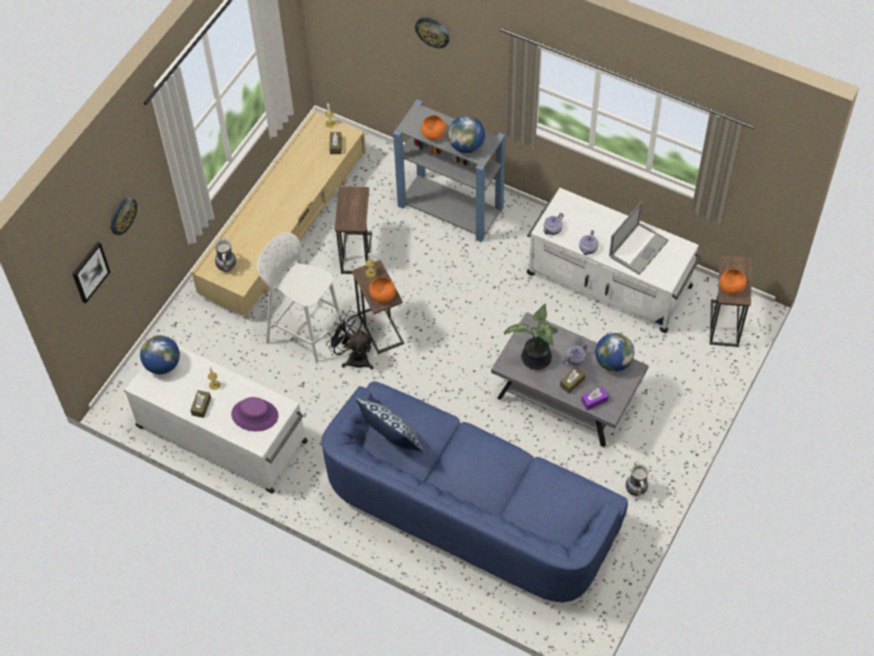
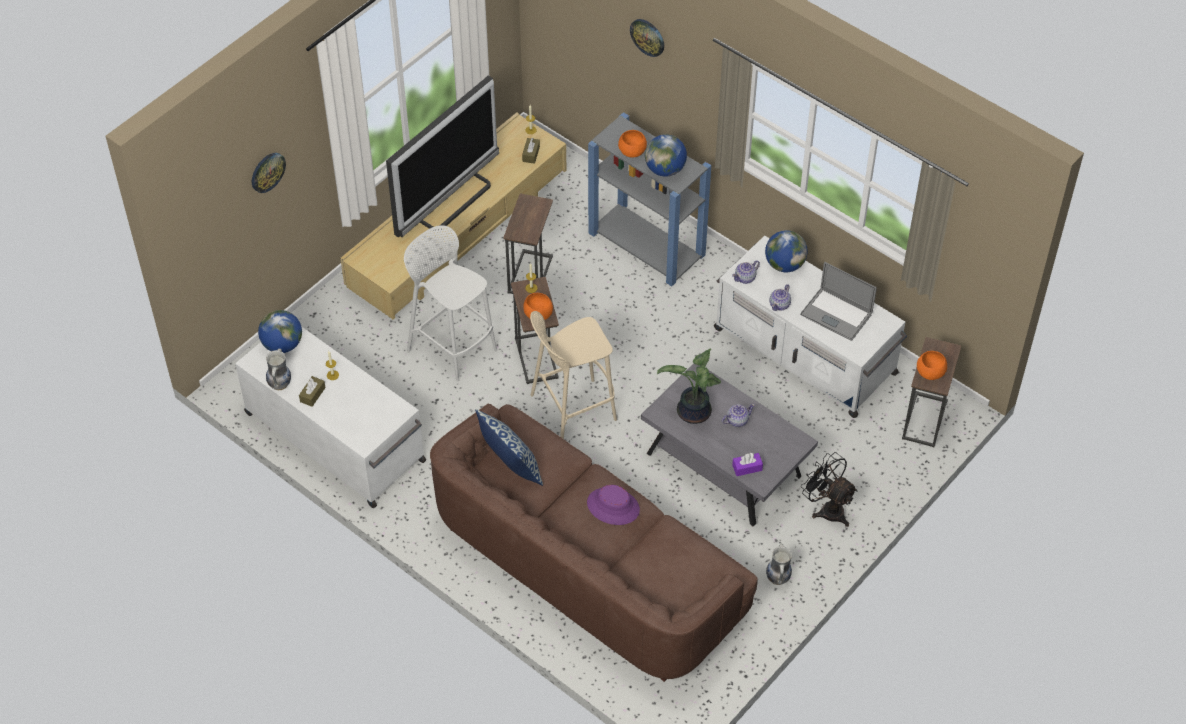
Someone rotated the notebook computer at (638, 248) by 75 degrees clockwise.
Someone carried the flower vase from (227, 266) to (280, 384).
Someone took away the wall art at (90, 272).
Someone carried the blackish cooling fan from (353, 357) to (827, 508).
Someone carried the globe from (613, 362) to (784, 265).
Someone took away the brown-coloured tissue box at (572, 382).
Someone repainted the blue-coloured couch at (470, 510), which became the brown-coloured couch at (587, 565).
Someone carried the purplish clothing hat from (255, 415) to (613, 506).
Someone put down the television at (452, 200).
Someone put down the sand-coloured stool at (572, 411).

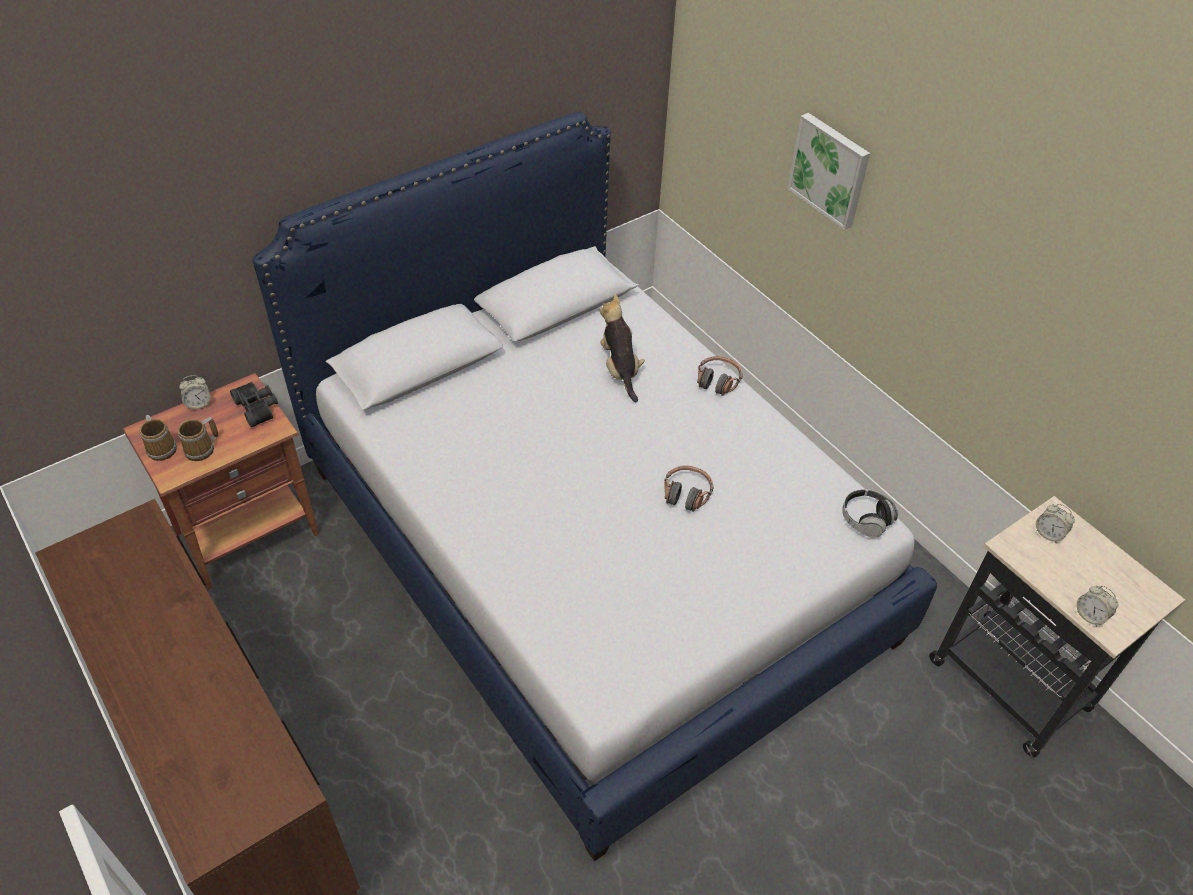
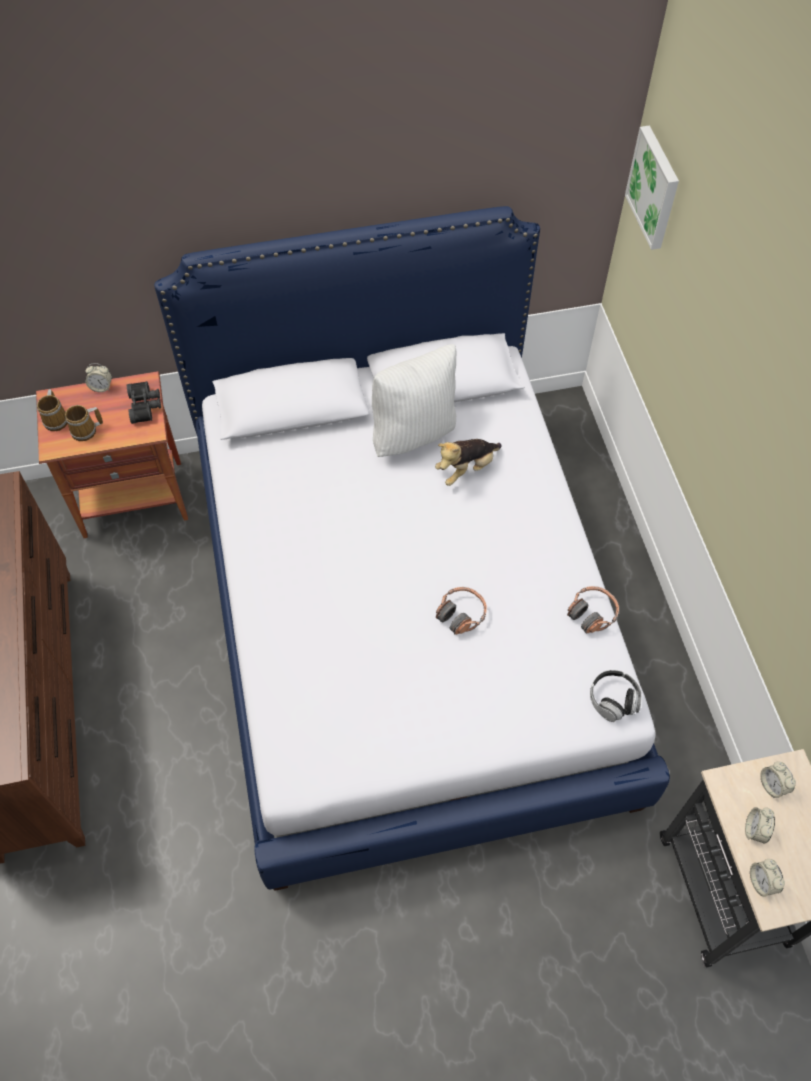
Someone carried the wall art from (830, 170) to (655, 187).
Someone rotated the cuddly toy at (620, 369) by 135 degrees counterclockwise.
Someone carried the pair of headphones from (718, 381) to (592, 613).
Someone put down the white-coloured pillow at (414, 432).
Someone put down the bedside clock at (755, 830).

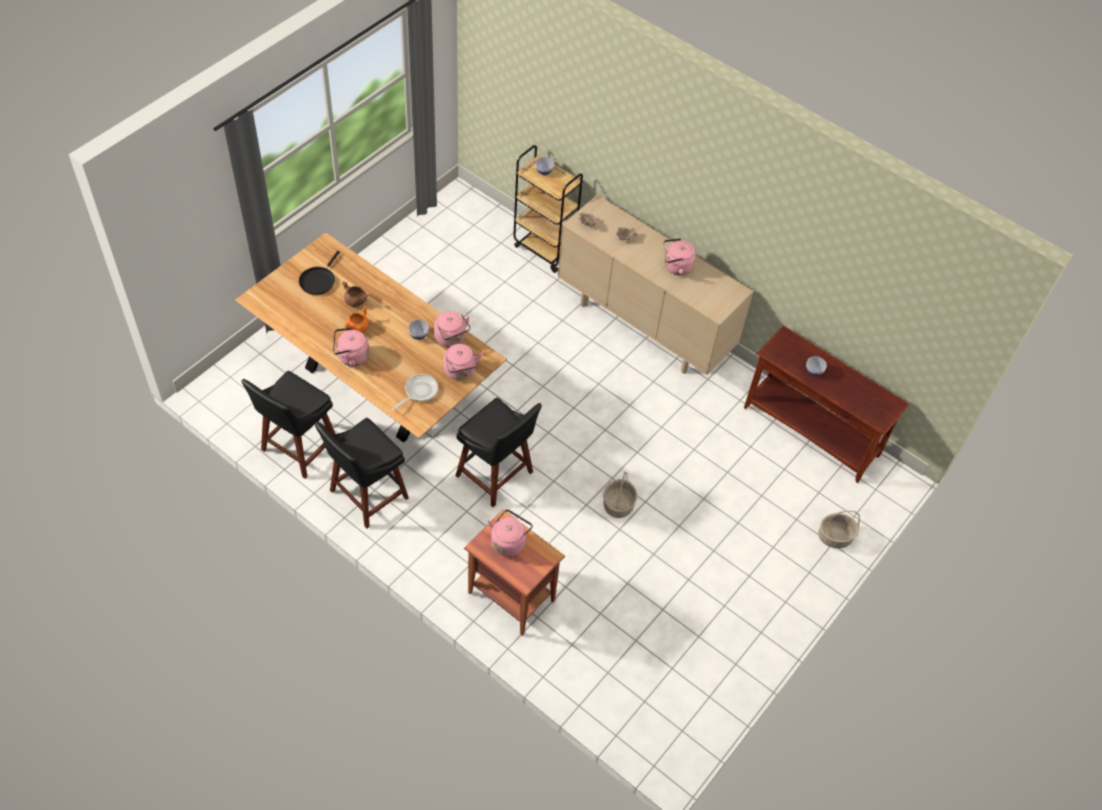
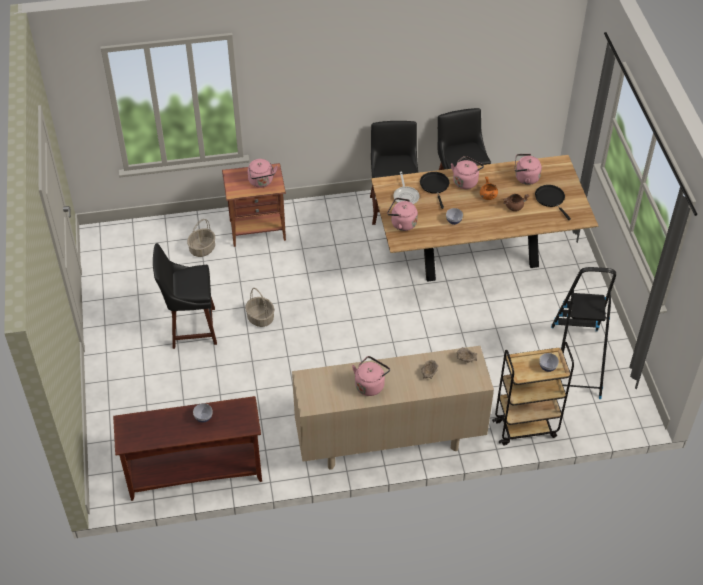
Someone carried the pink tea kettle from (451, 339) to (525, 178).
Someone carried the blackish upright chair from (497, 476) to (190, 327).
Someone carried the storage basket from (834, 537) to (202, 248).
Someone put down the blackish skillet at (435, 186).
Someone put down the blackish step stool at (575, 360).

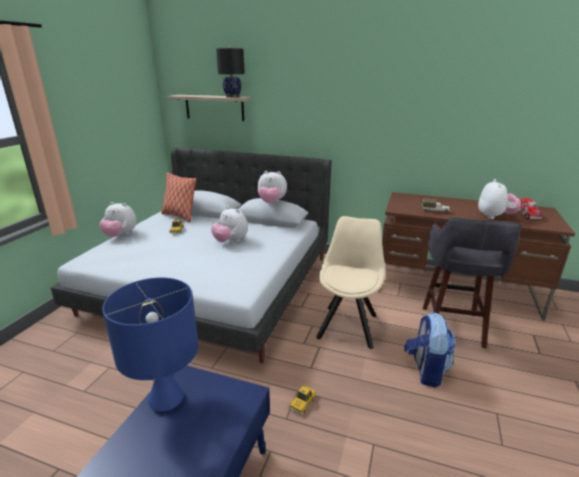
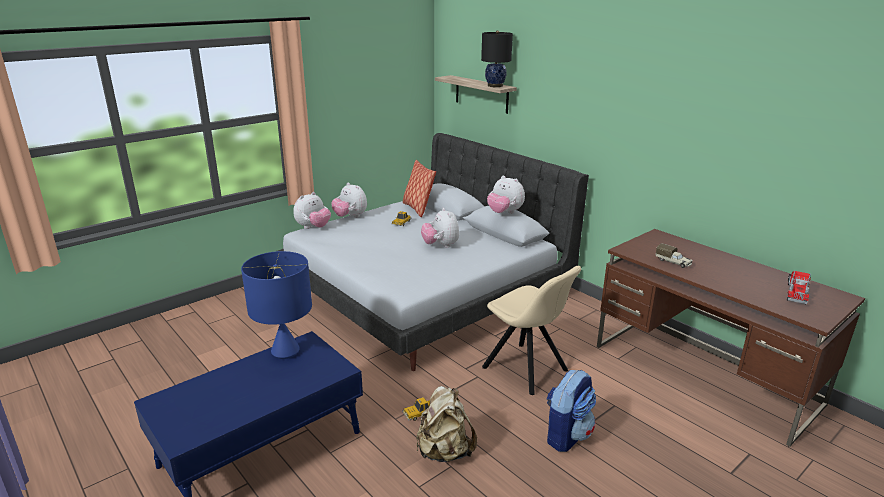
Someone carried the cuddly toy from (494, 217) to (313, 227).
Someone rotated the sand-coloured upright chair at (348, 326) by 90 degrees clockwise.
Someone took away the greyish stool at (451, 329).
Someone put down the sand-coloured knapsack at (444, 451).

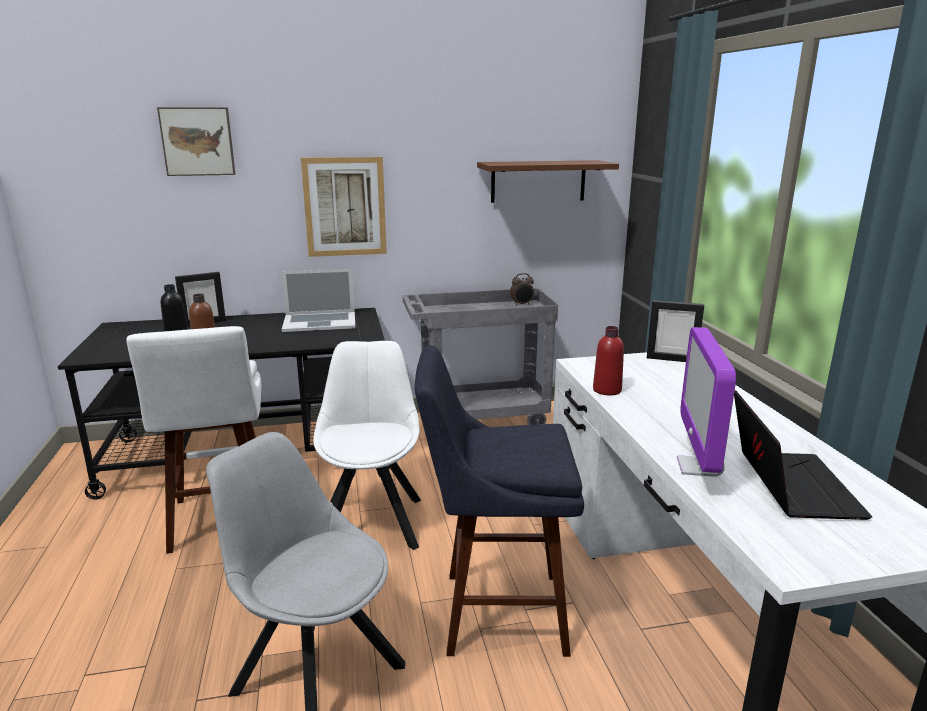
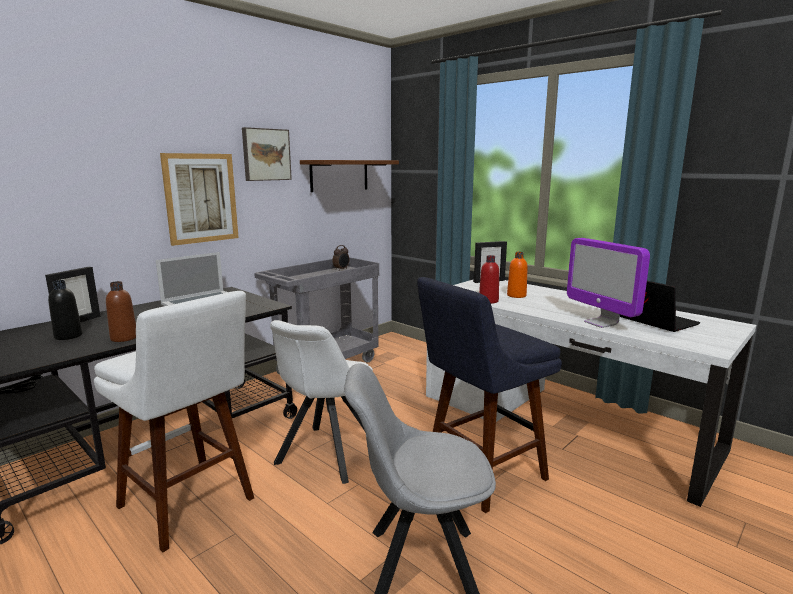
Someone carried the wall art from (198, 141) to (266, 154).
Someone rotated the white-coloured upright chair at (372, 521) by 120 degrees counterclockwise.
Someone put down the orangey beverage bottle at (516, 295).

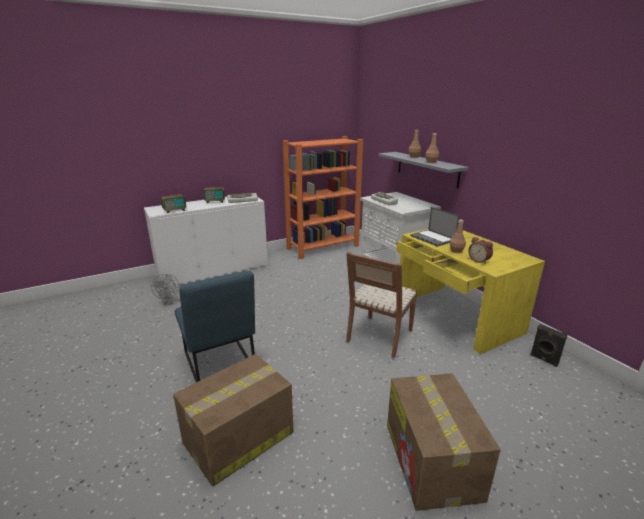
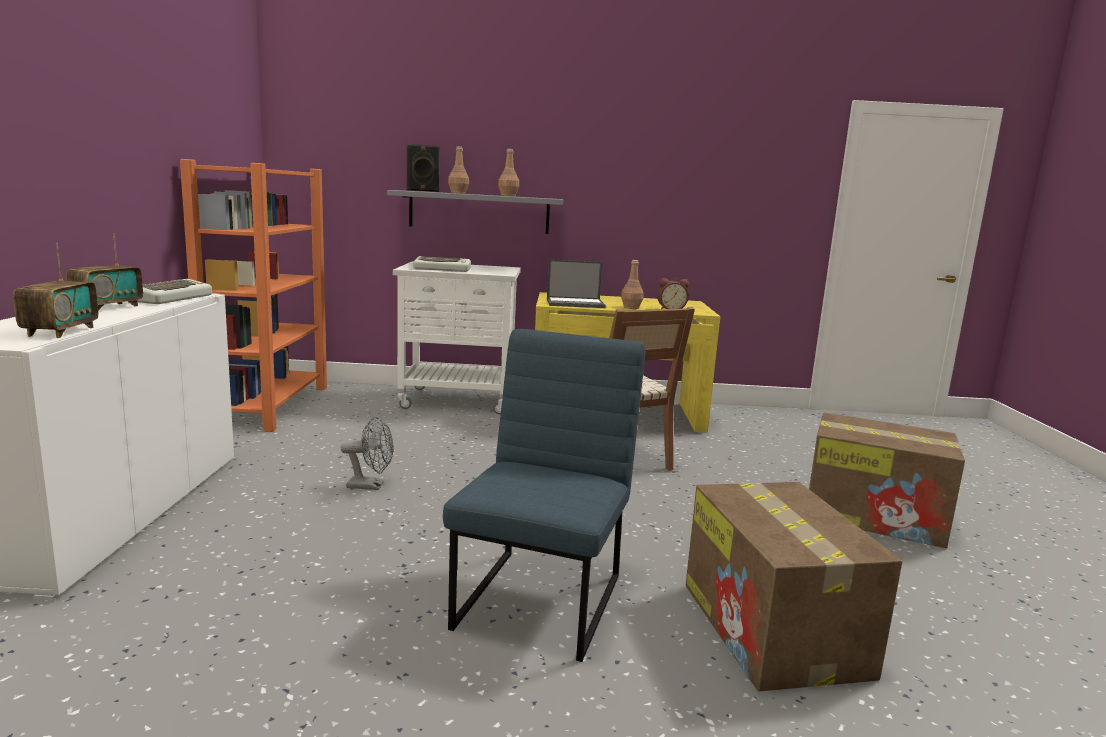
Someone rotated the blue-coloured upright chair at (219, 364) by 75 degrees counterclockwise.
Someone carried the greyish cooling fan from (168, 302) to (371, 486).
Someone carried the blackish loudspeaker from (543, 360) to (422, 191).

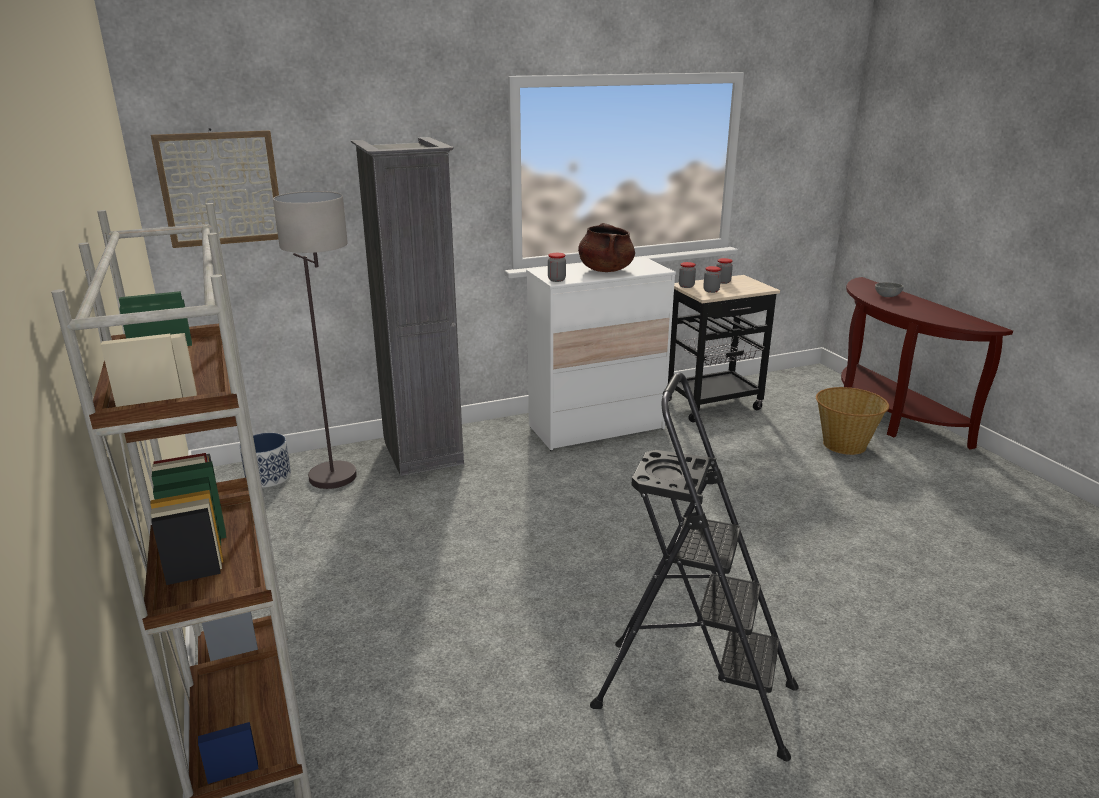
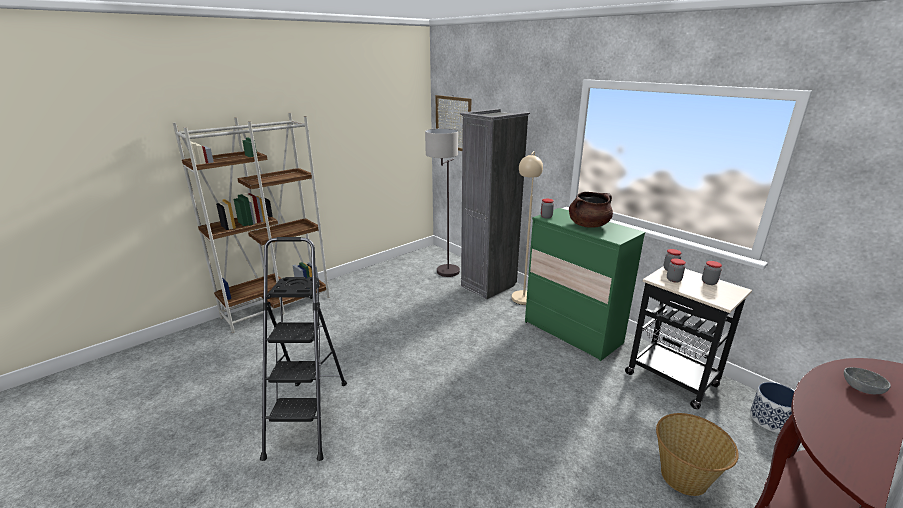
Someone repainted the white-coloured chest of drawers at (596, 428), which became the green chest of drawers at (572, 332).
Someone carried the flower pot from (269, 477) to (770, 420).
Someone put down the sand-coloured standing lamp at (522, 302).

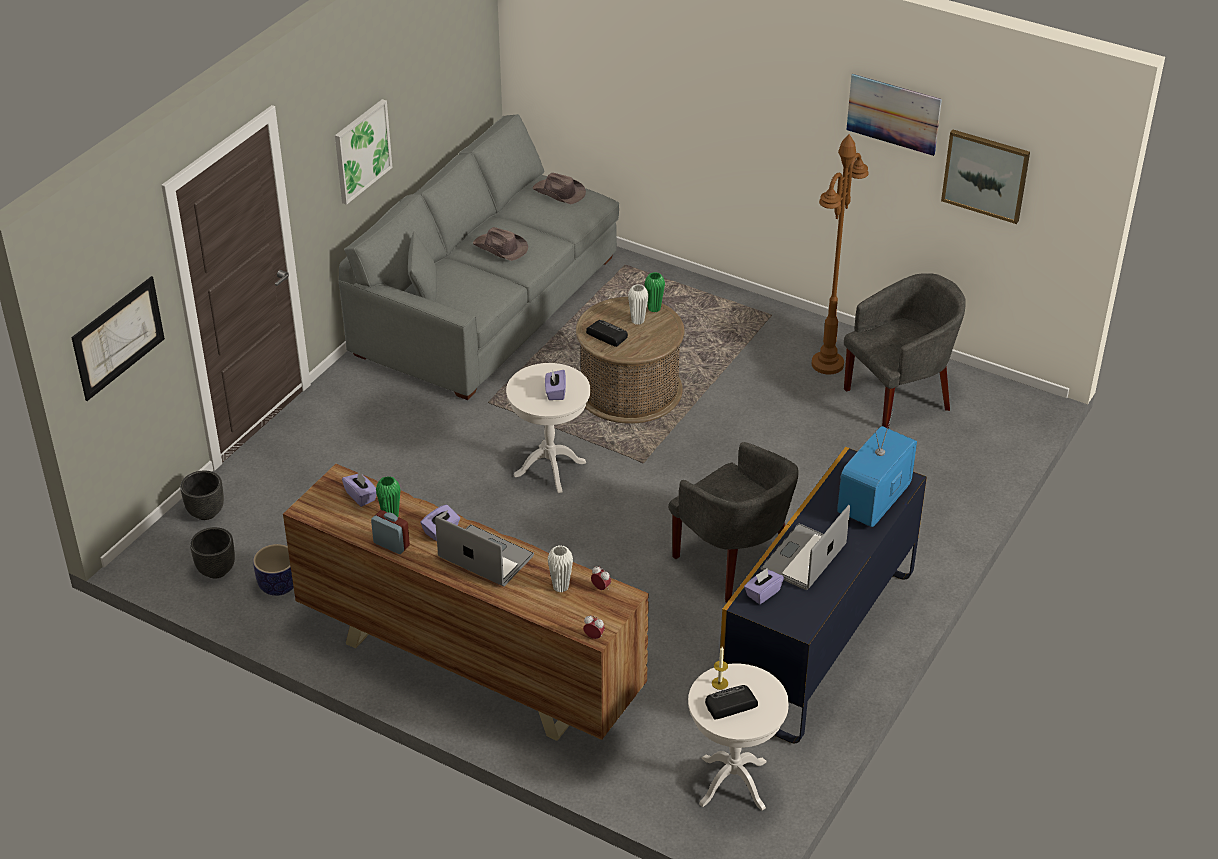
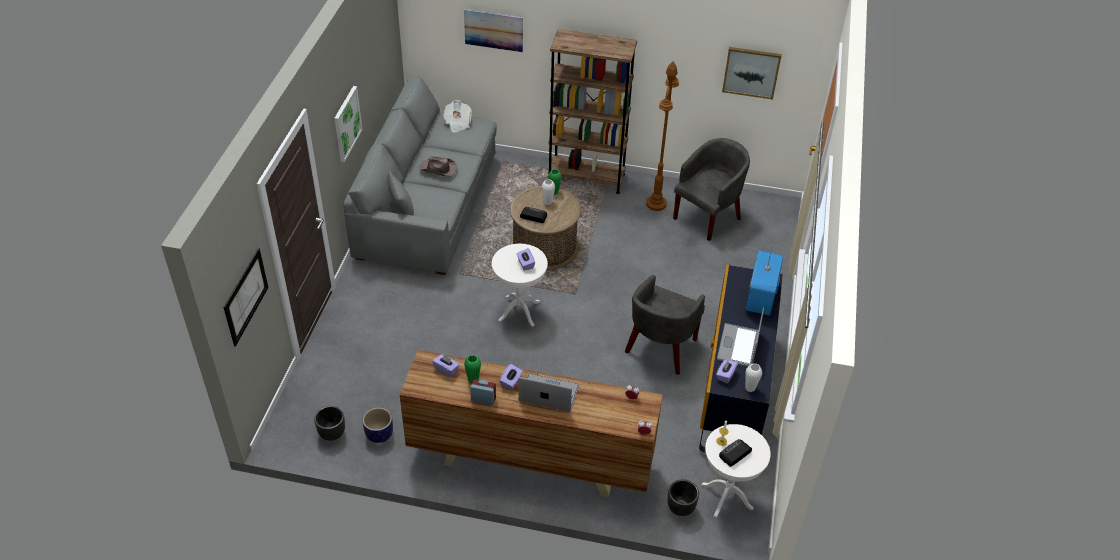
Someone carried the wall art from (893, 114) to (493, 30).
Someone swapped the brown-coloured clothing hat at (559, 193) for the printed paper at (457, 123).
Someone rotated the greyish lounge chair at (734, 562) by 90 degrees clockwise.
Someone carried the blackish flower pot from (205, 512) to (680, 508).
Someone carried the white-coloured flower vase from (560, 587) to (750, 388).
Someone put down the brown-coloured bookcase at (586, 178).

